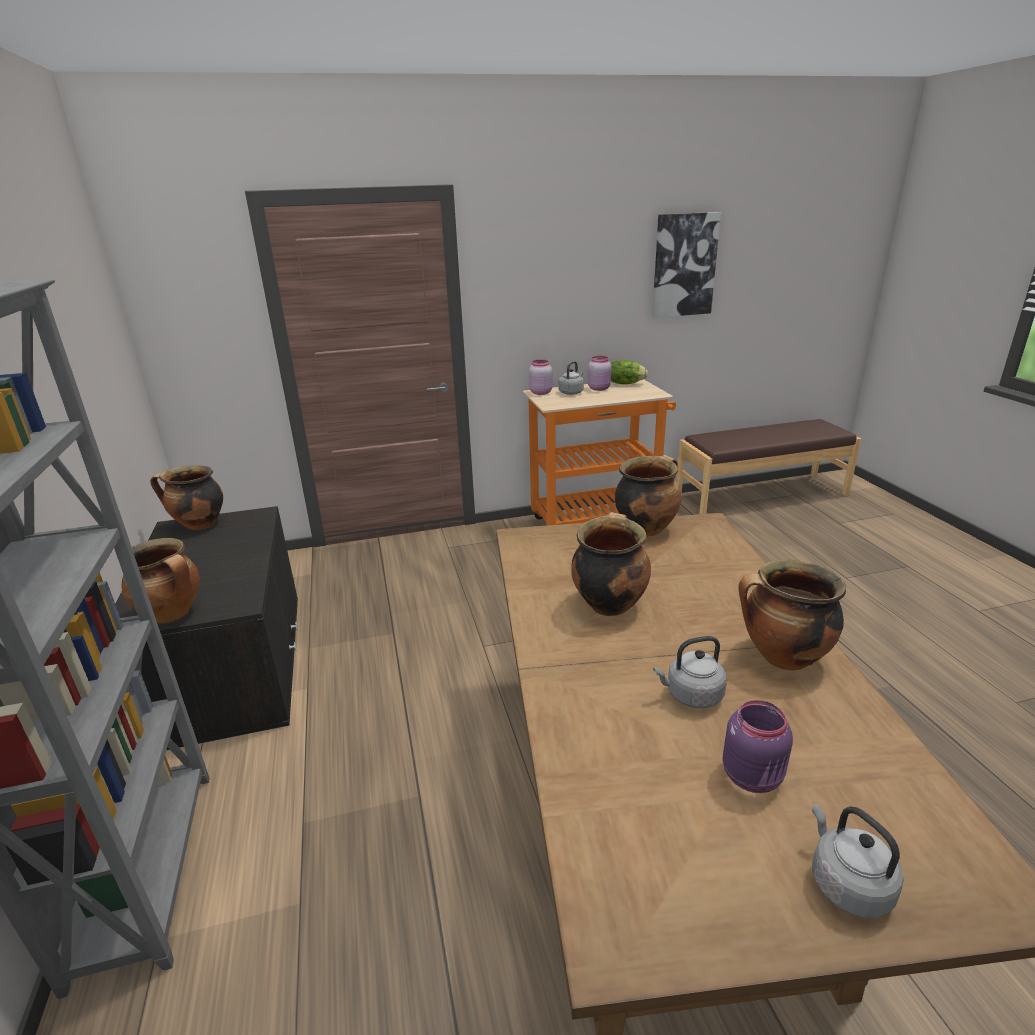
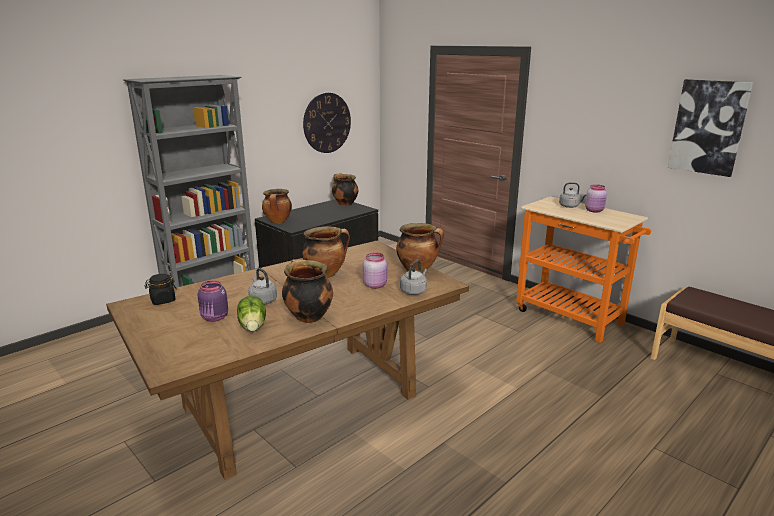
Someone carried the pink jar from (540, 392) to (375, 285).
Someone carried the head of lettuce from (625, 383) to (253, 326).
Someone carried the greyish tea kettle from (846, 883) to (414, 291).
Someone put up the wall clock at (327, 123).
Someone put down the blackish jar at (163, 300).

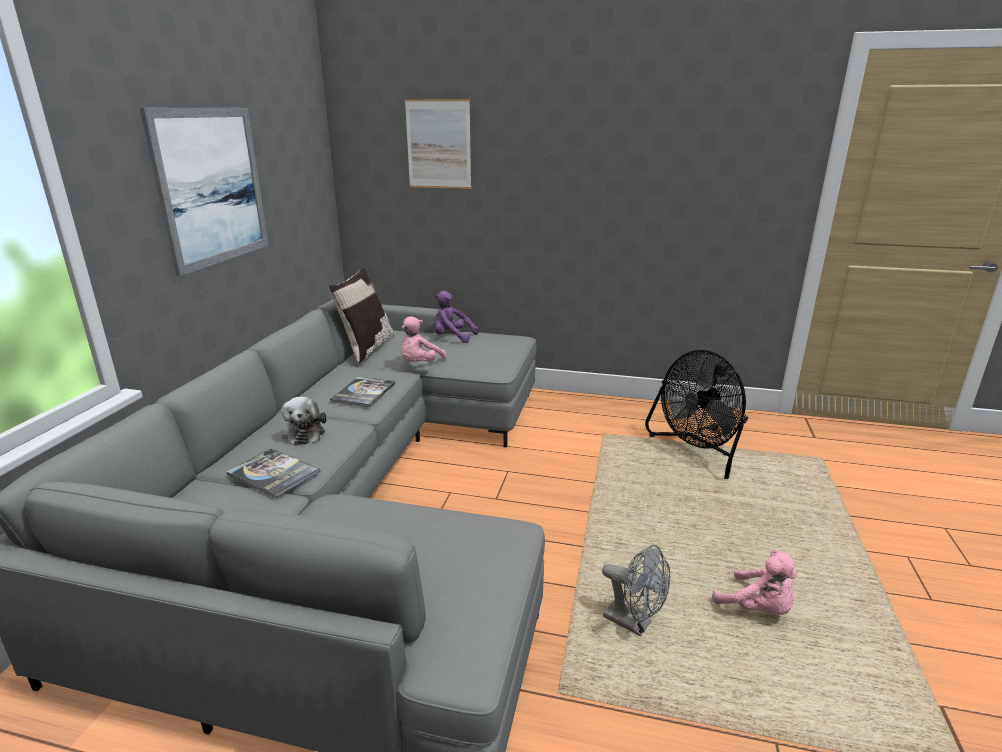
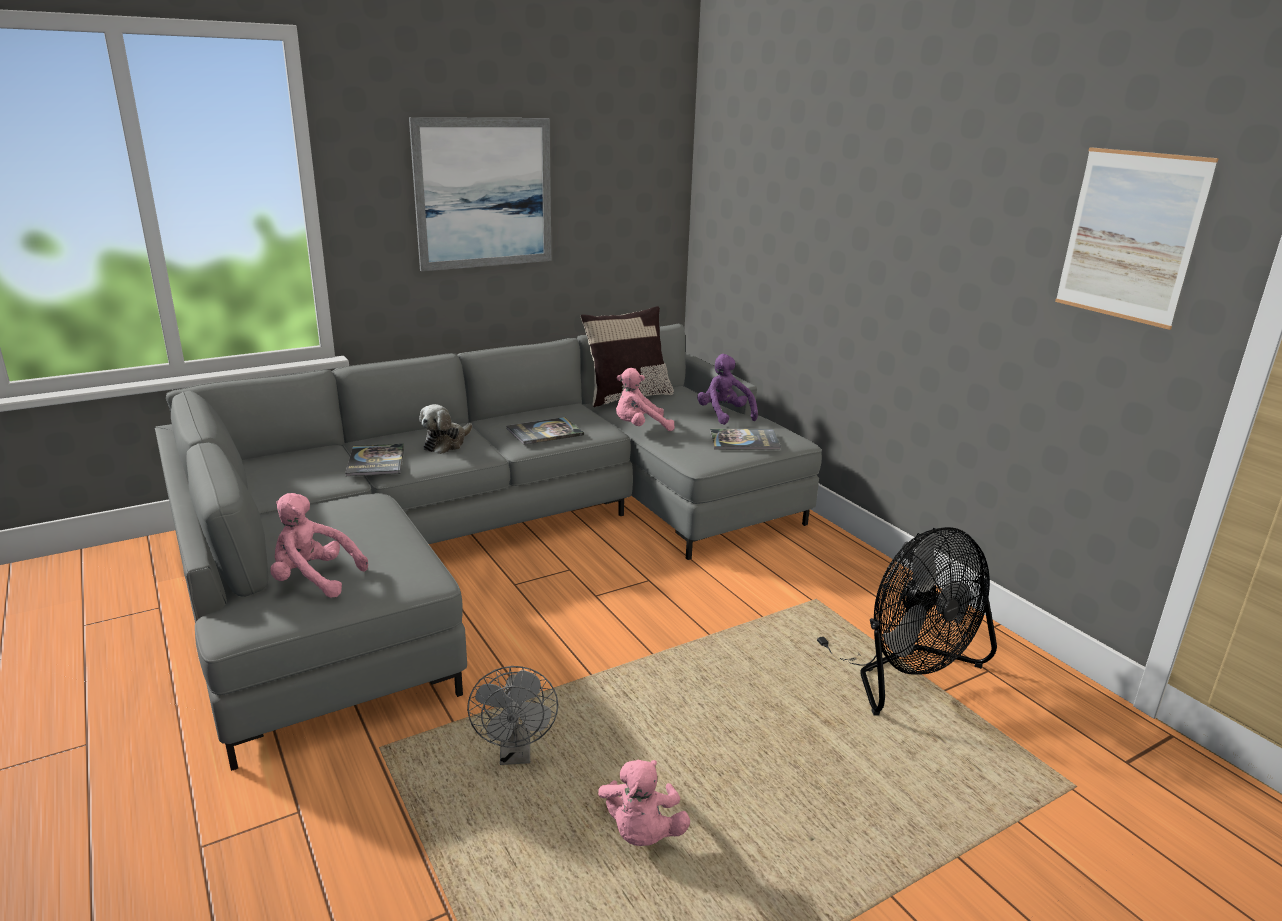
Someone carried the wall art from (438, 144) to (1130, 236).
Someone rotated the blackish cooling fan at (697, 449) by 135 degrees counterclockwise.
Someone put down the book at (744, 441).
Someone put down the pink cuddly toy at (314, 579).

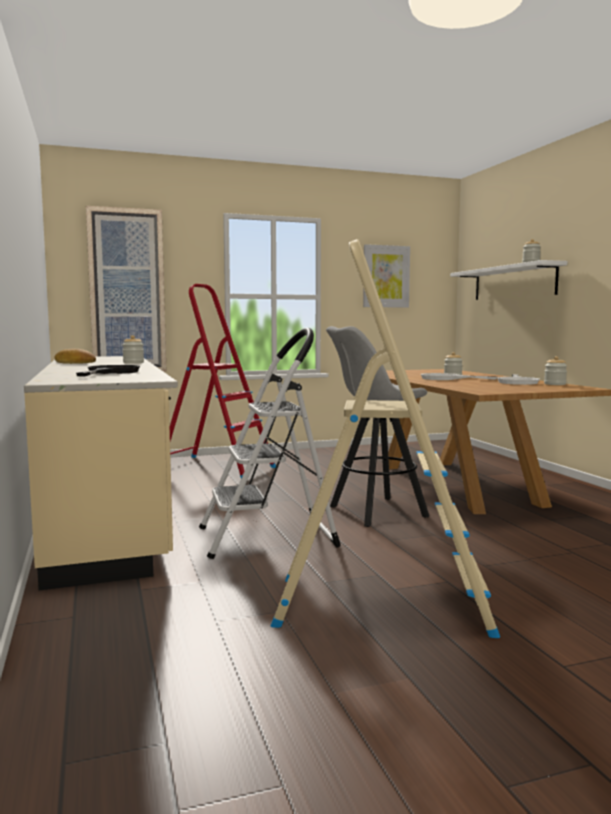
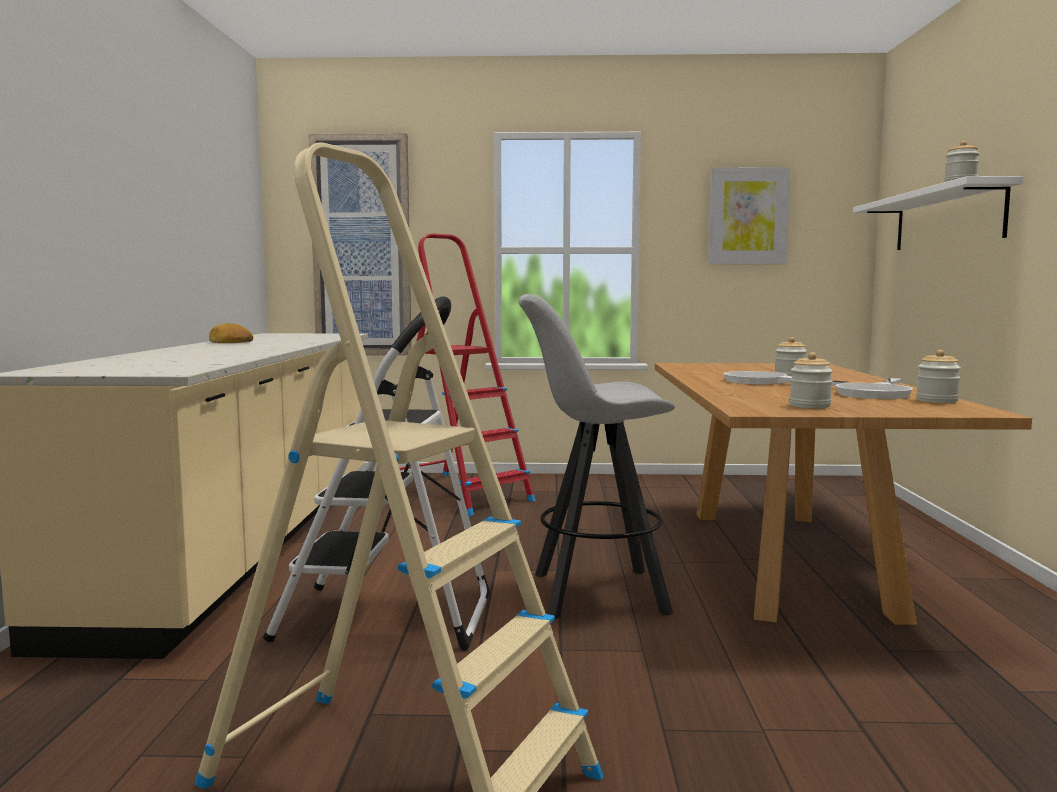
Someone carried the jar from (133, 363) to (810, 406).
Someone took away the blackish skillet at (109, 372).

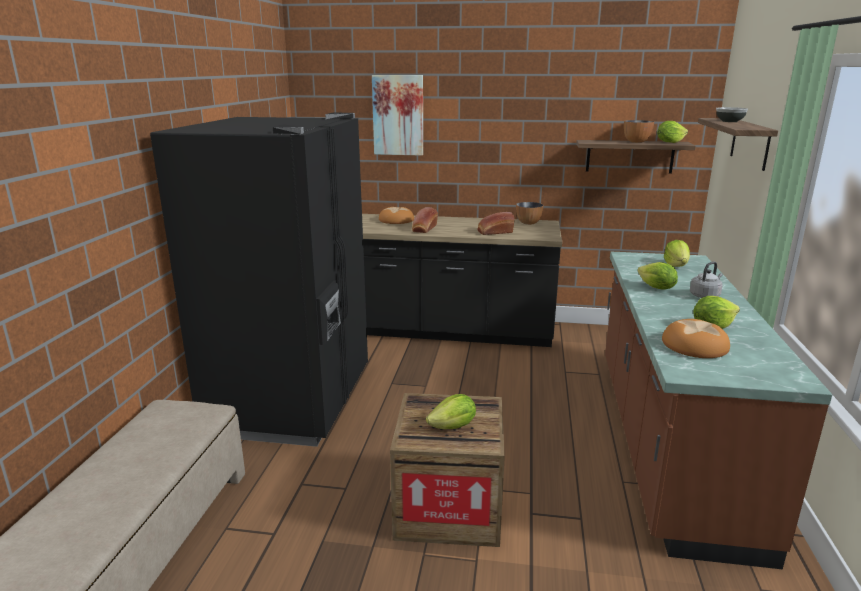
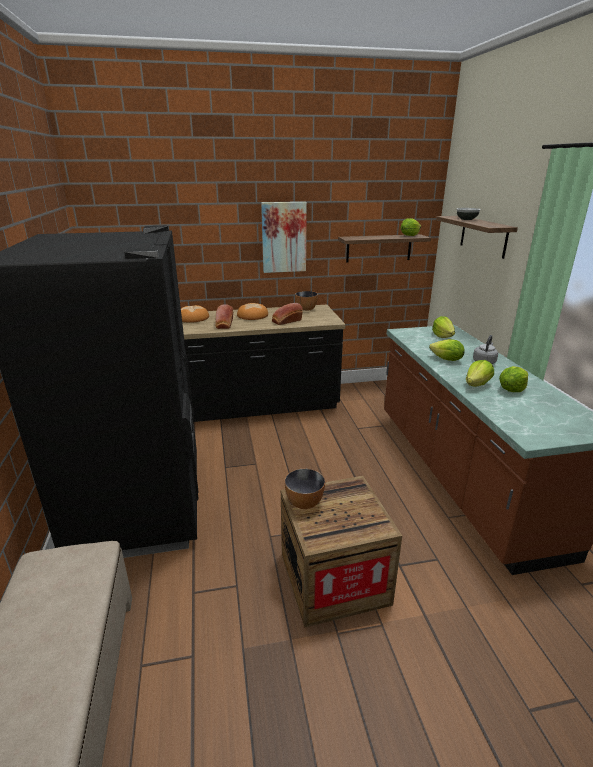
Someone carried the wall art from (398, 115) to (284, 237).
Someone carried the bowl from (636, 142) to (305, 503).
Someone carried the bakery bread from (694, 345) to (252, 315).
Someone carried the head of lettuce from (453, 427) to (477, 385).

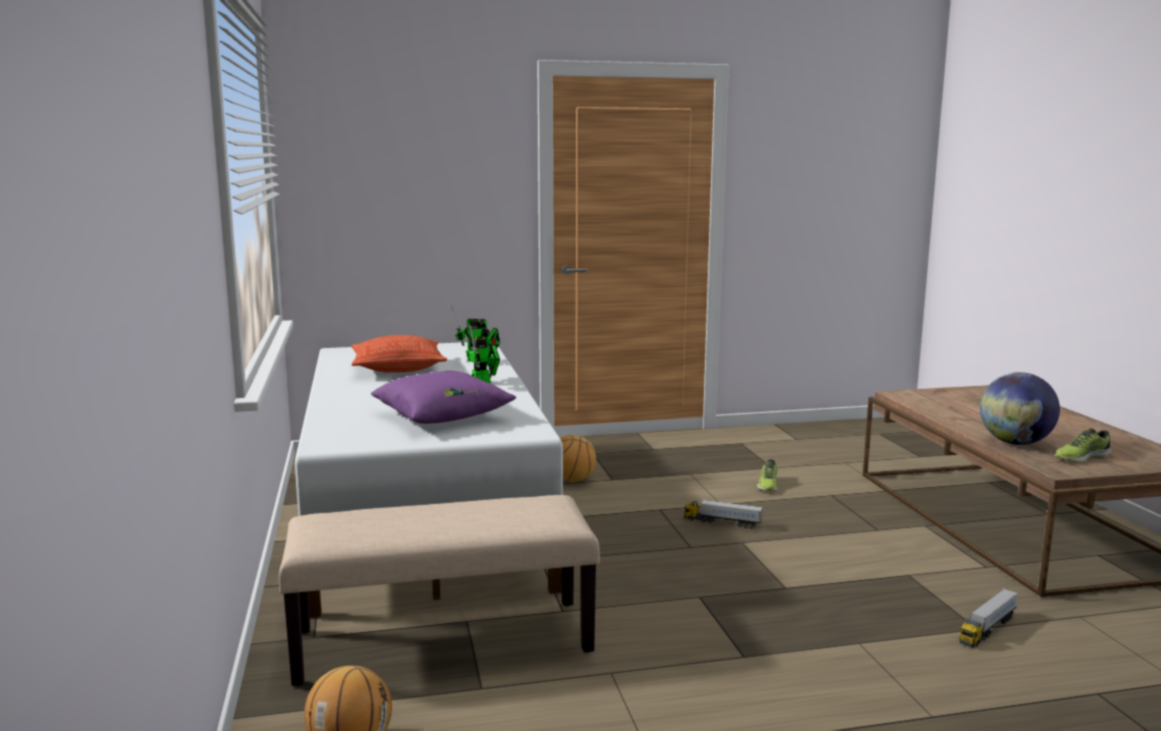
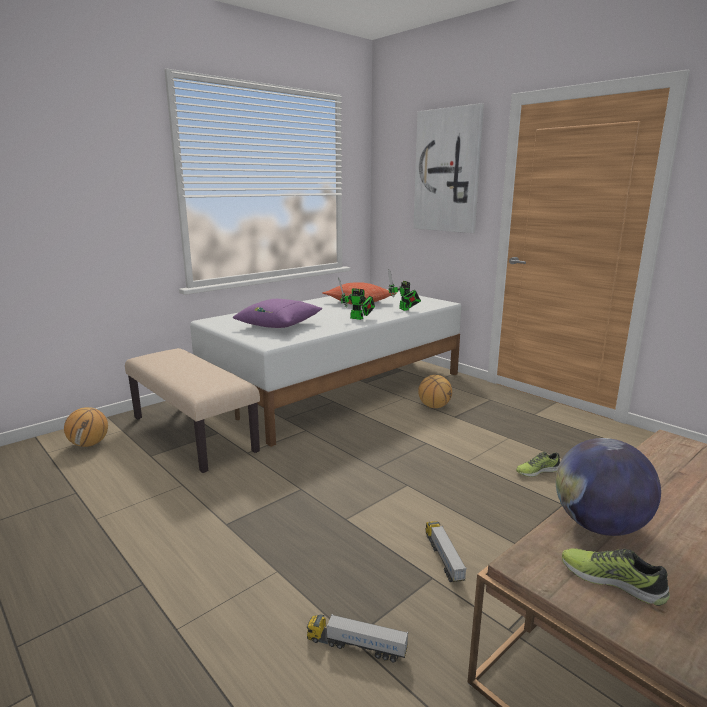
Someone carried the model truck from (722, 522) to (443, 558).
Someone put up the wall art at (447, 171).

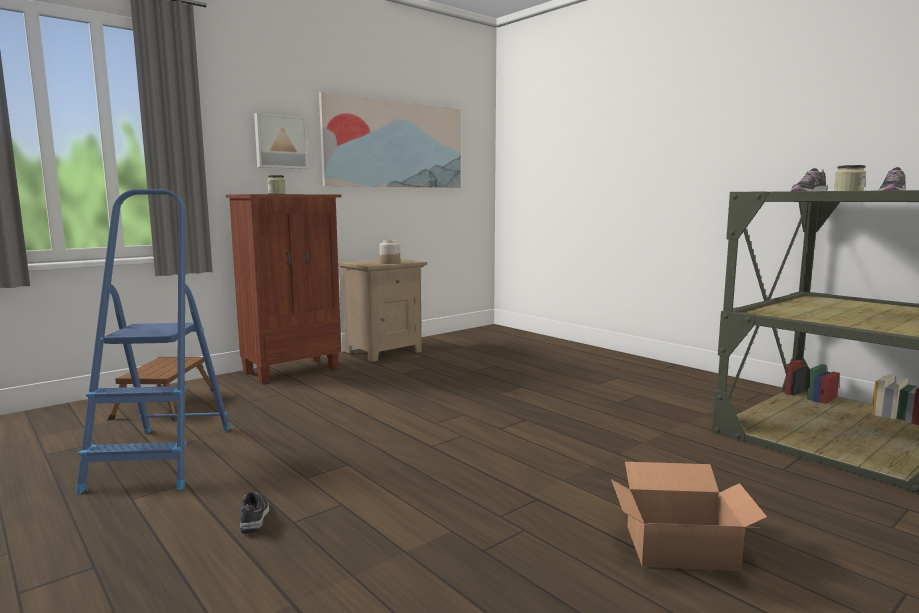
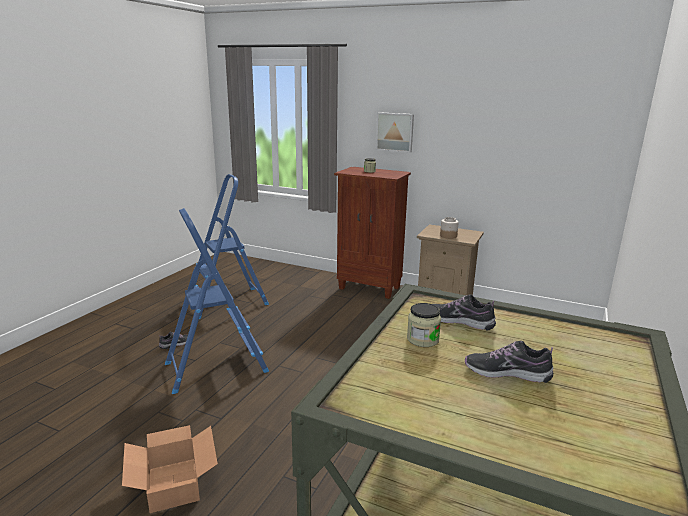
Someone took away the wall art at (395, 144).
Someone took away the brown-coloured step stool at (166, 404).
Someone put down the blue-coloured step stool at (217, 367).

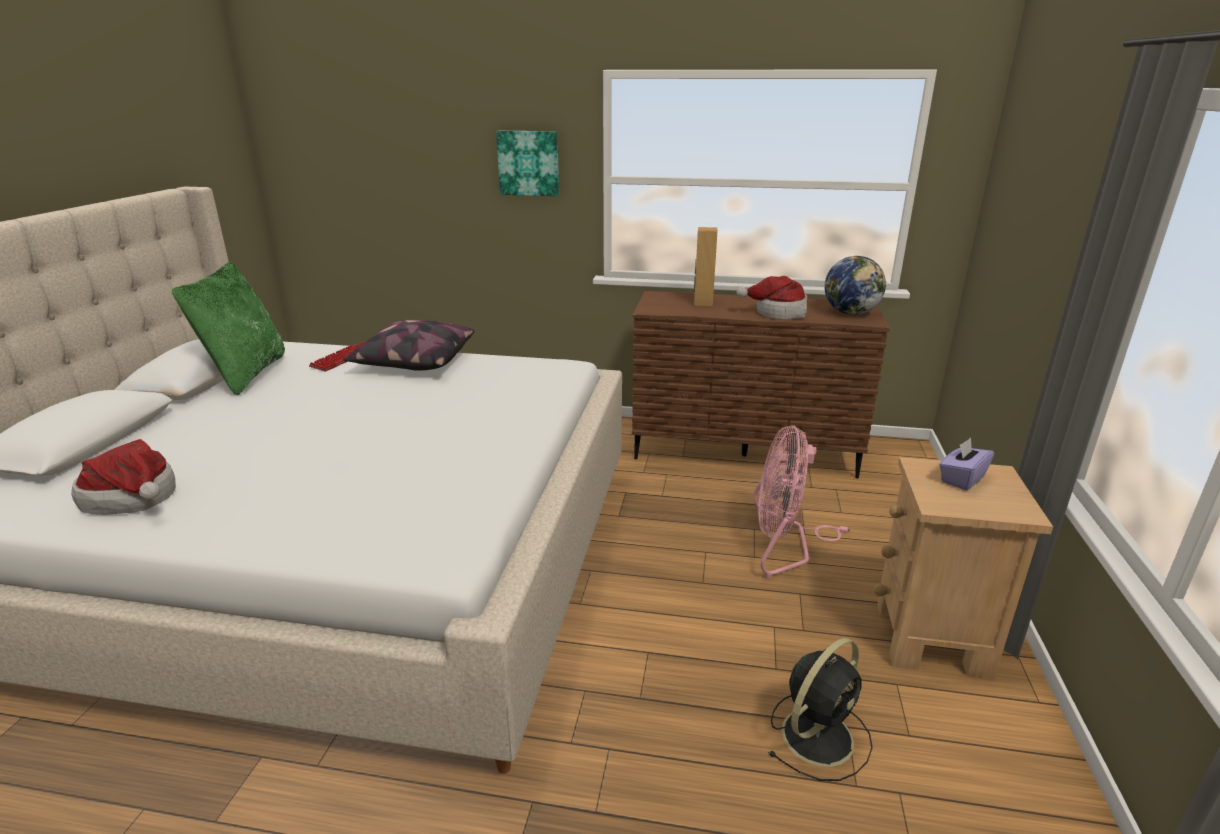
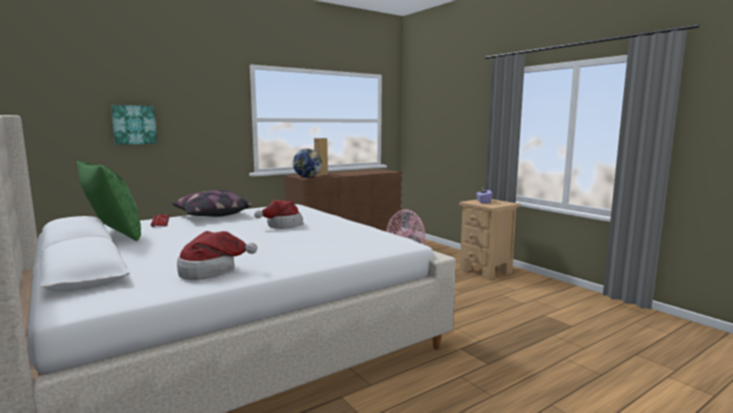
Someone carried the wall art from (529, 163) to (134, 124).
Someone carried the globe from (851, 313) to (307, 177).
Someone carried the clothing hat from (777, 312) to (282, 225).
Someone took away the blackish cooling fan at (819, 734).

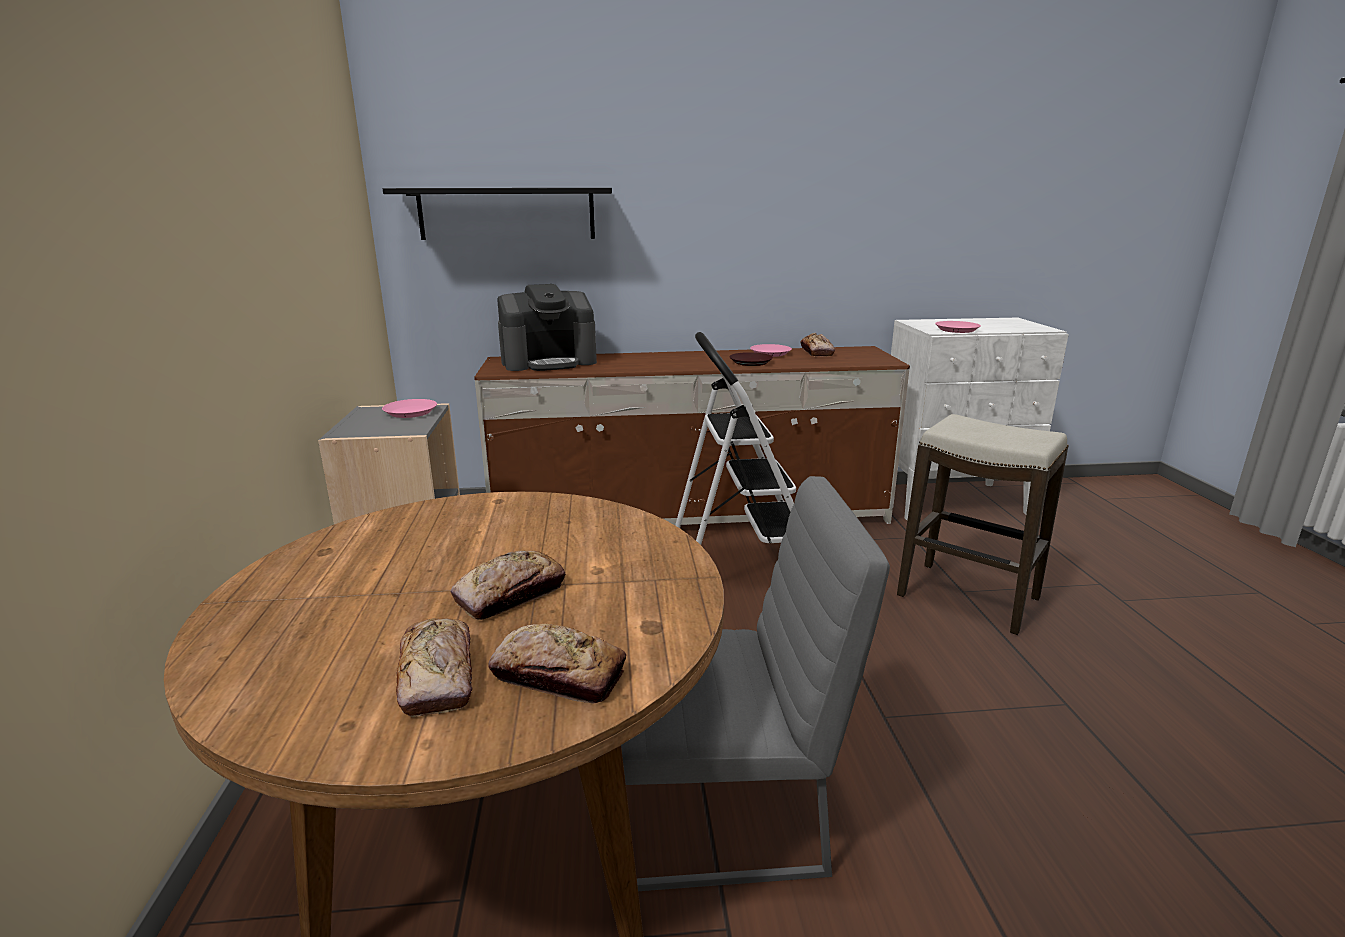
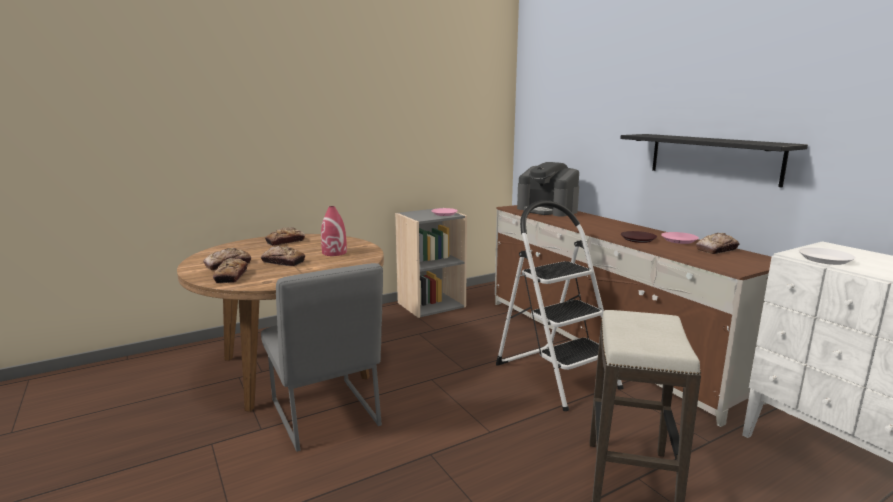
Someone carried the blackish shelf from (507, 214) to (713, 158).
Someone repainted the pink flat dish at (957, 330), which became the white-coloured flat dish at (825, 260).
Someone put down the red-coloured flower vase at (334, 252).
Someone put down the bakery bread at (285, 242).

